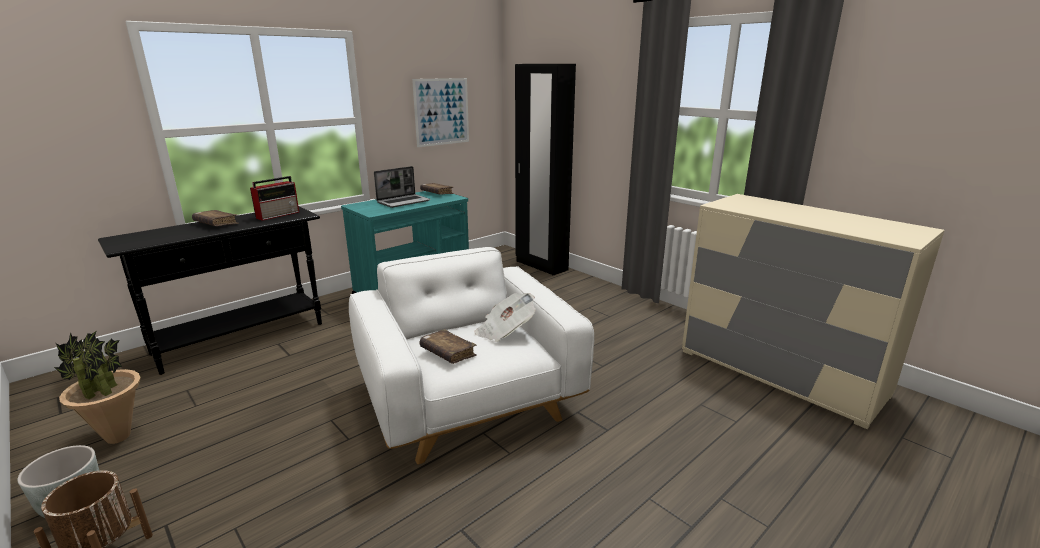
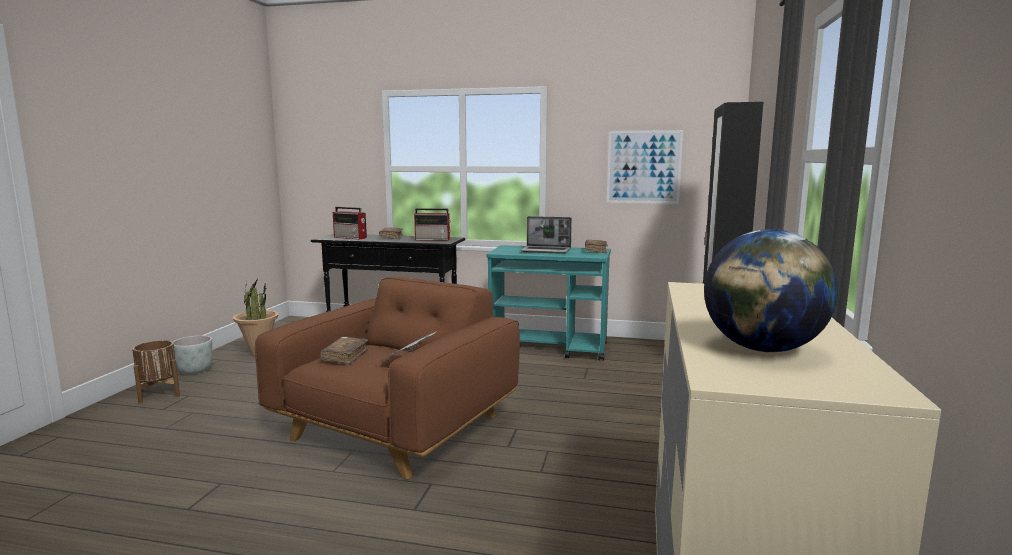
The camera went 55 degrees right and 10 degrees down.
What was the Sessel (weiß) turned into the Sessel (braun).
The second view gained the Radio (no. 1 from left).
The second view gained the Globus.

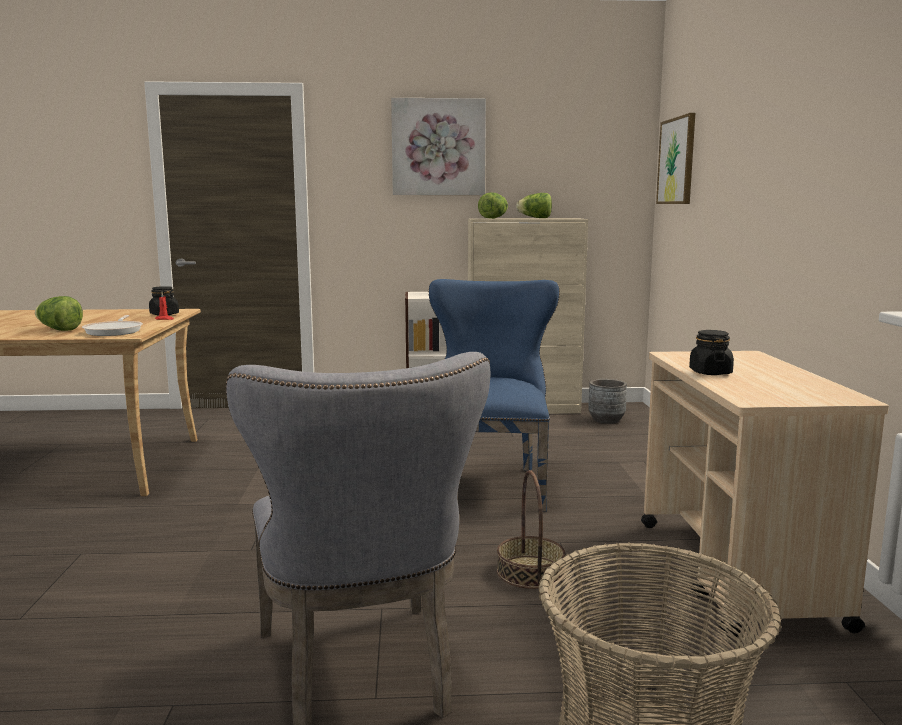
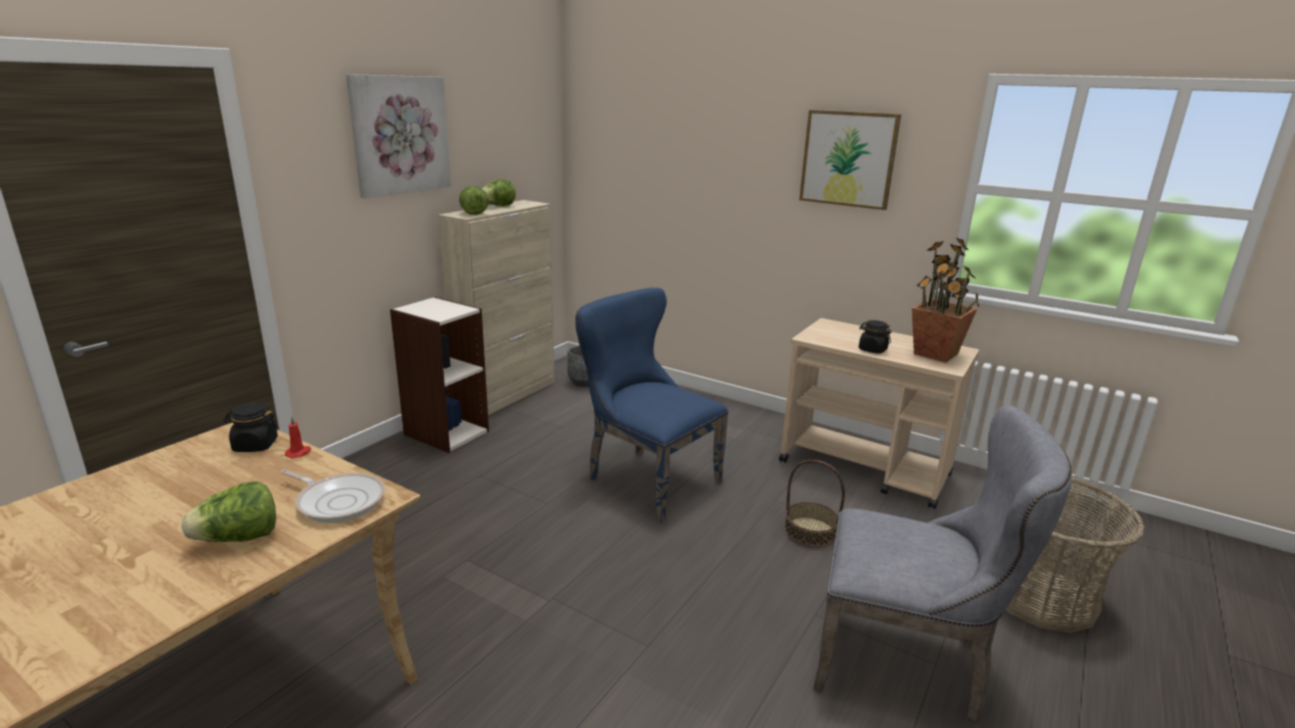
The camera went 55 degrees left and 10 degrees up.
The Bild (no. 2 from left) ended up elsewhere.
The second view gained the Topfpflanze.

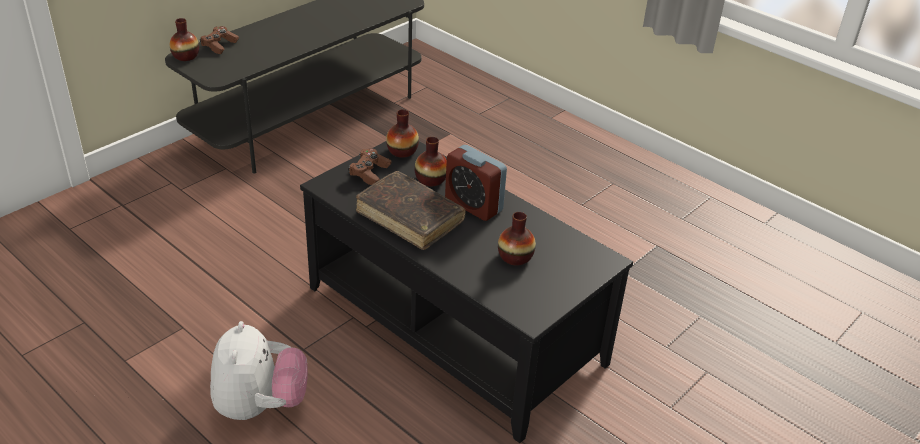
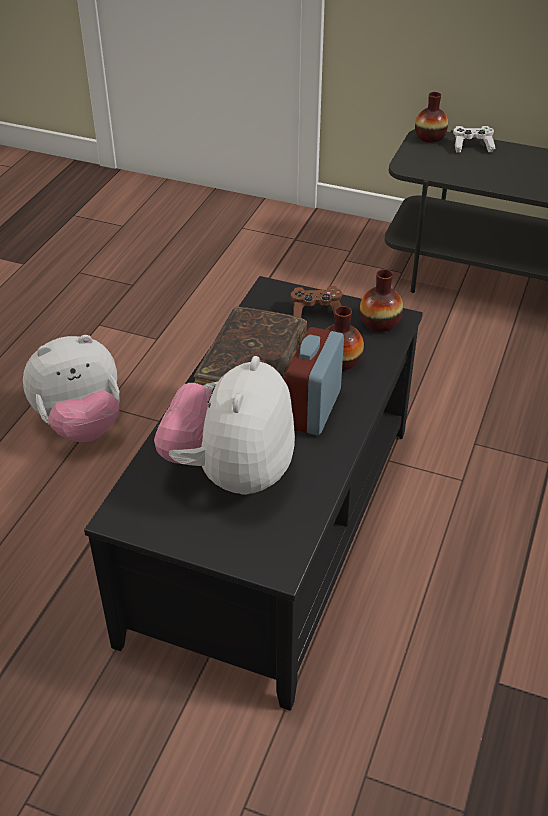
The camera went 70 degrees right and 5 degrees up.
Where the Vase (no. 4 from left) stood, the Plüschtier (no. 2 from left) came to stand.
What was the Gamepad (braun) (no. 1 from left) turned into the Gamepad (weiß).

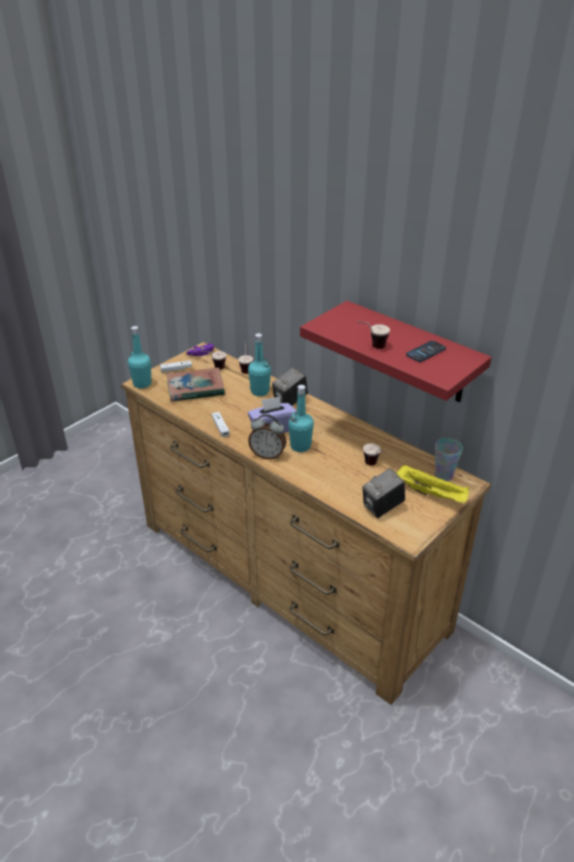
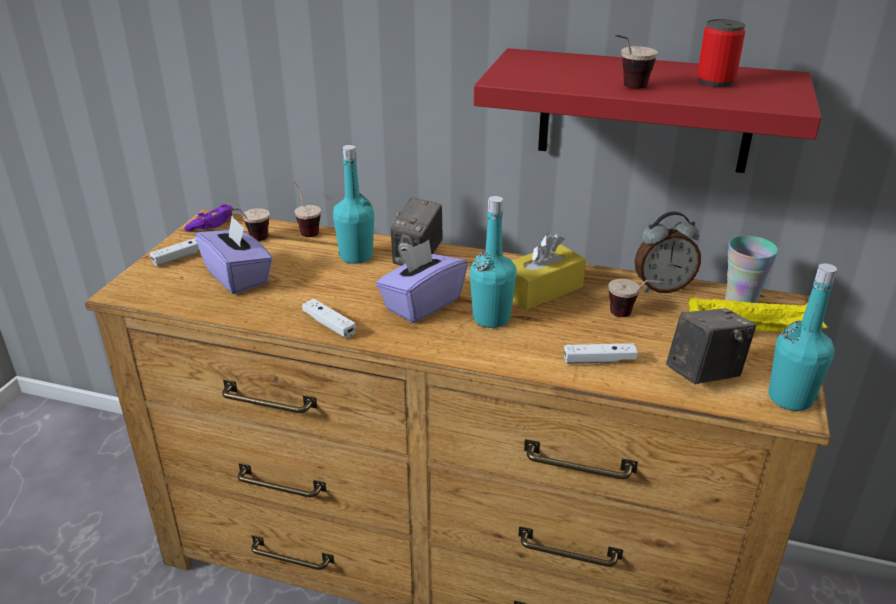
The camera went 25 degrees left and 5 degrees down.
Where the Buch stood, the Taschentuchbox (lila) (no. 1 from left) came to stand.
The second view gained the Taschentuchbox (gelb).
The second view gained the Gamepad (weiß) (no. 3 from left).
The Wecker ended up elsewhere.
The Kamera (no. 2 from left) ended up facing another way, 150 degrees counterclockwise from before.
Where the Handy stood, the Dose came to stand.
The Flasche (türkis) (no. 1 from left in the first image) ended up elsewhere.

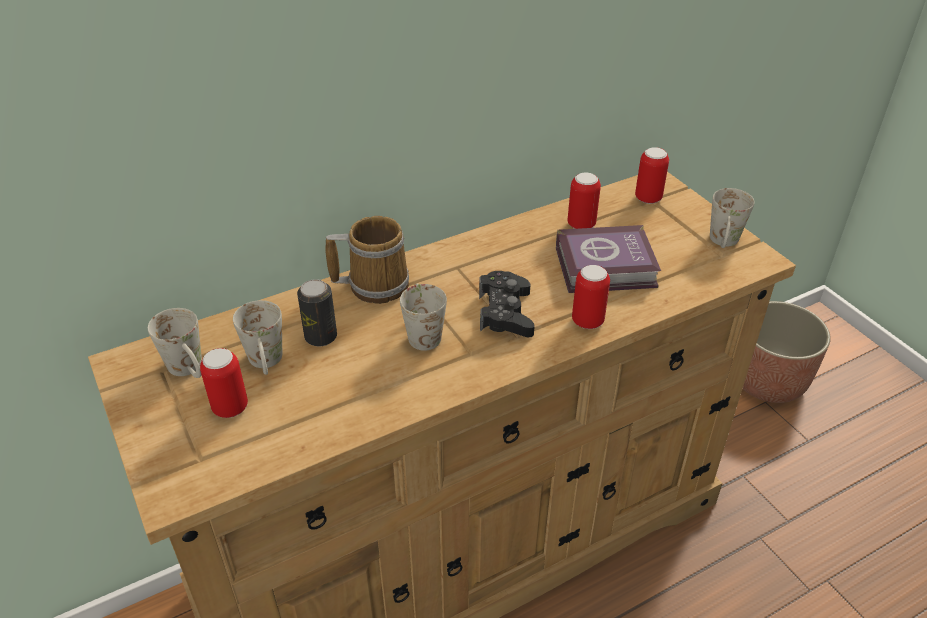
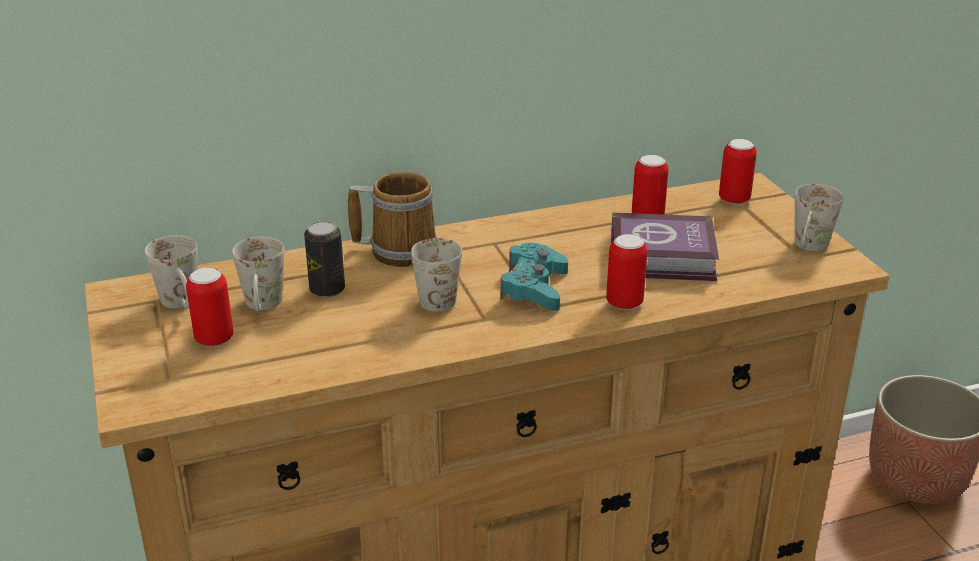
The camera went 10 degrees right and 10 degrees down.
What was the Gamepad (schwarz) turned into the Gamepad (türkis).

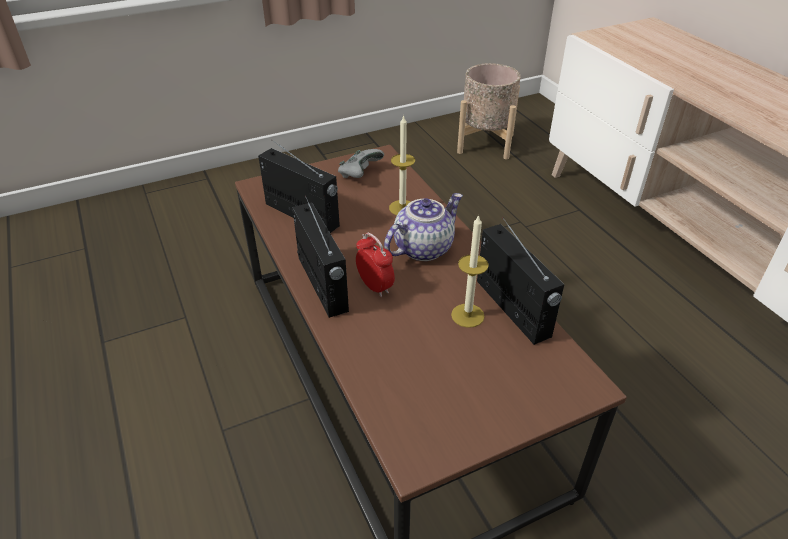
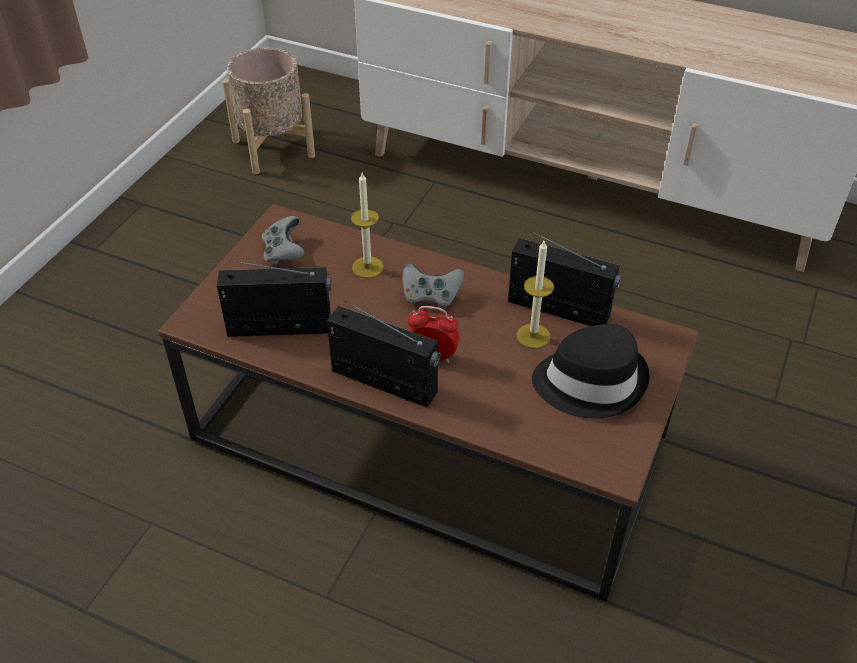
The camera went 40 degrees left and 5 degrees up.
Where the Teekanne stood, the Gamepad (grau) (no. 2 from left) came to stand.
The second view gained the Hut (schwarz).

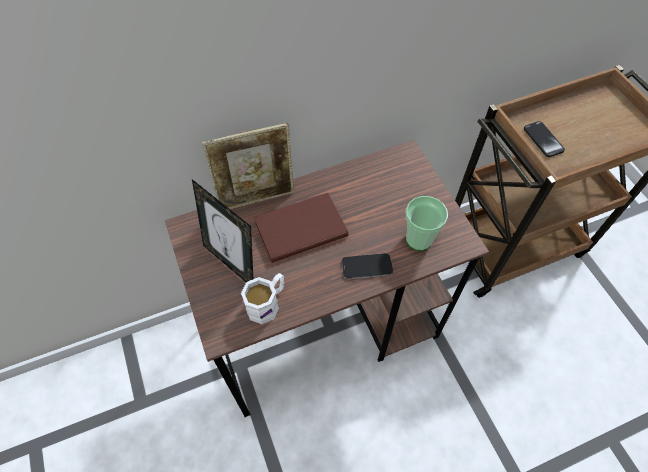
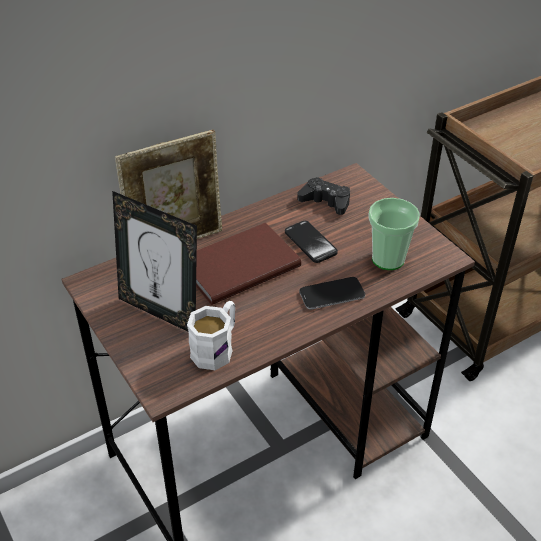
The camera went 10 degrees left and 15 degrees down.
The Handy (no. 2 from left in the first image) ended up elsewhere.
The second view gained the Gamepad (schwarz).

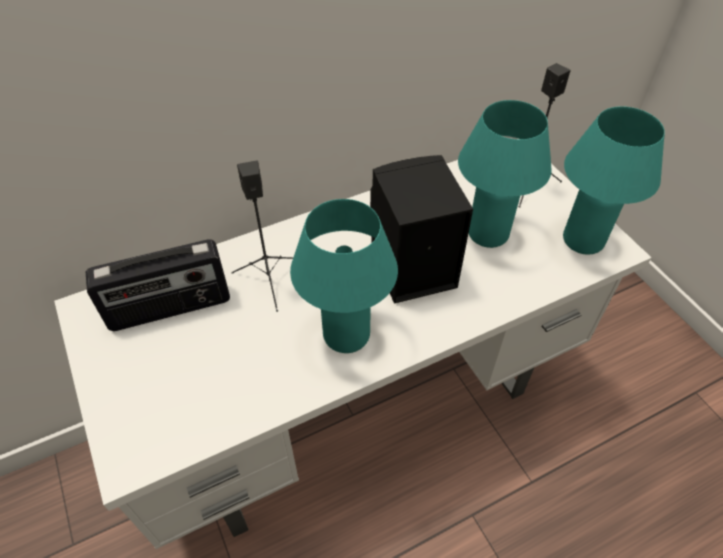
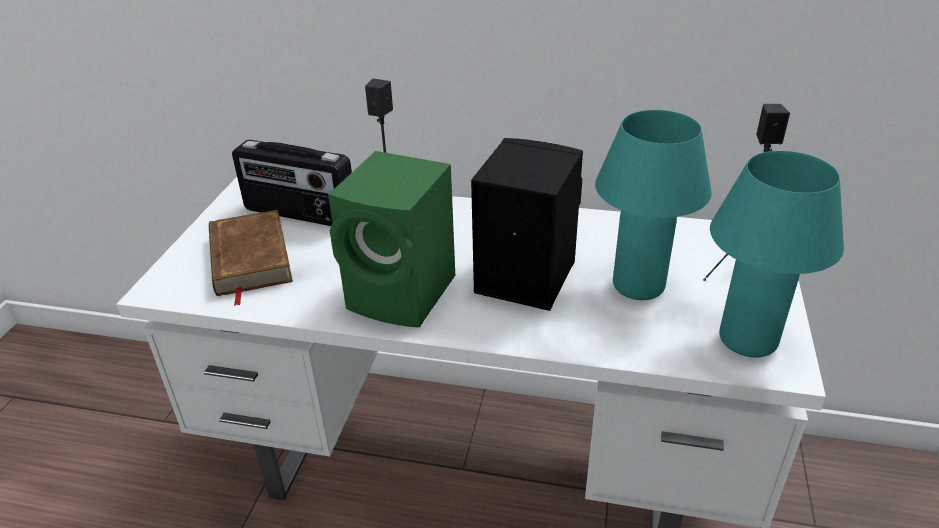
The camera went 40 degrees right and 15 degrees down.
The second view gained the Buch (braun).
Where the Tischlampe (türkis) (no. 1 from left) stood, the Lautsprecher (grün) came to stand.

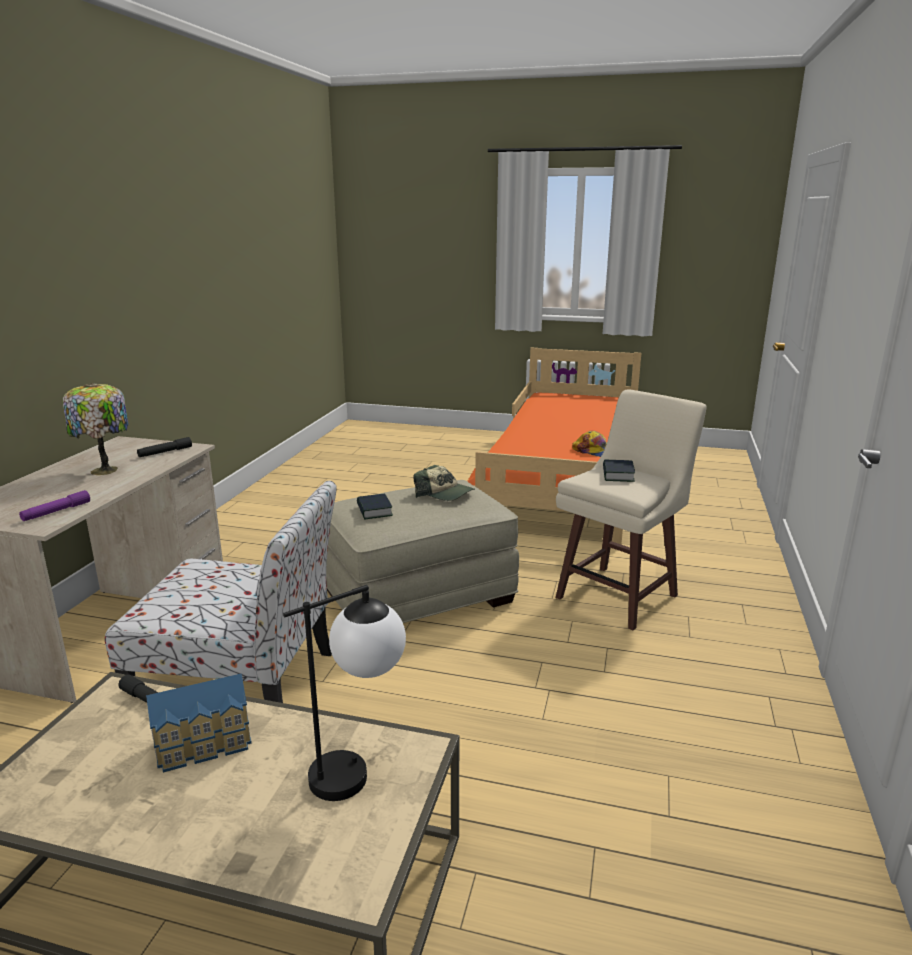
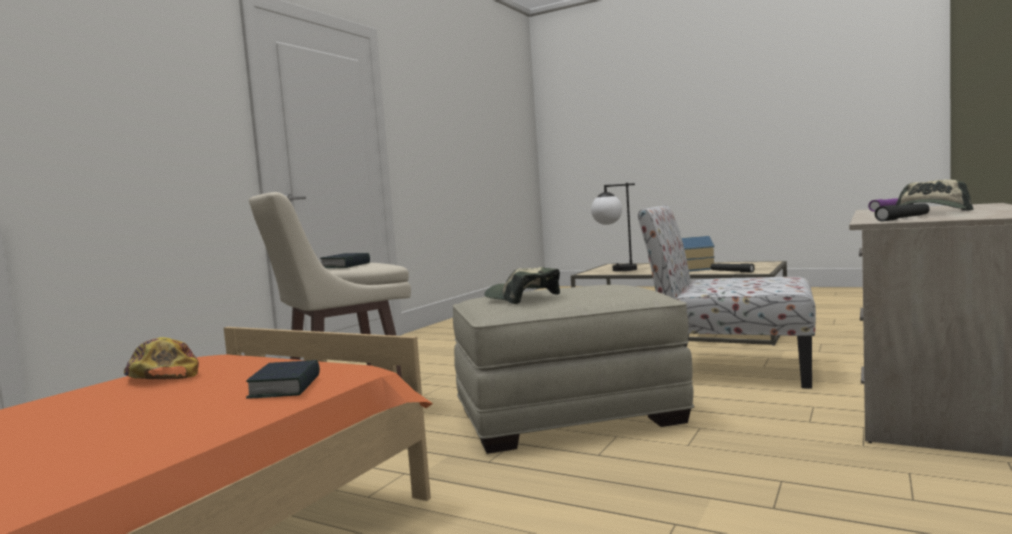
The camera went 165 degrees left and 15 degrees down.
The Buch (no. 1 from left) ended up elsewhere.
Where the Tischlampe (no. 1 from left) stood, the Kappe (no. 3 from left) came to stand.

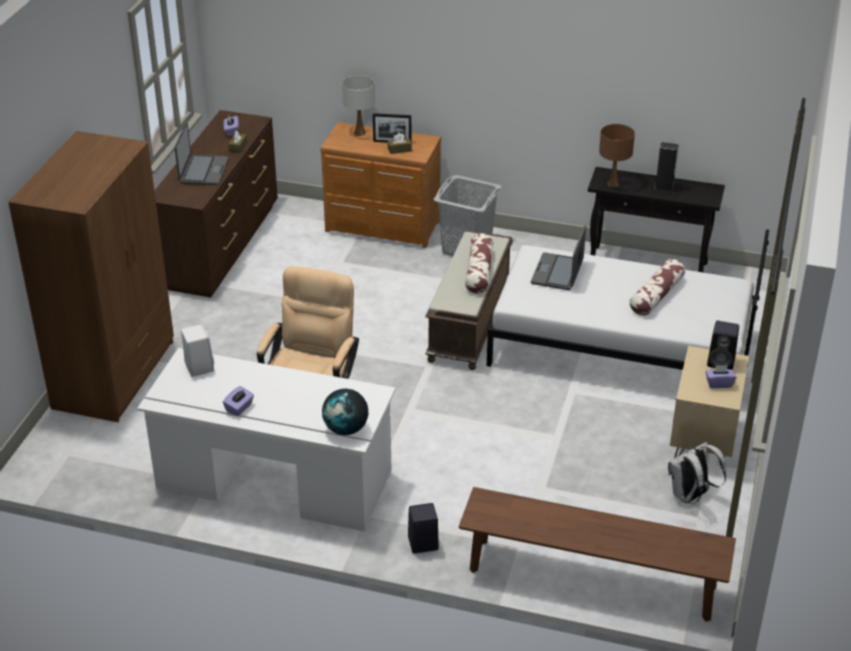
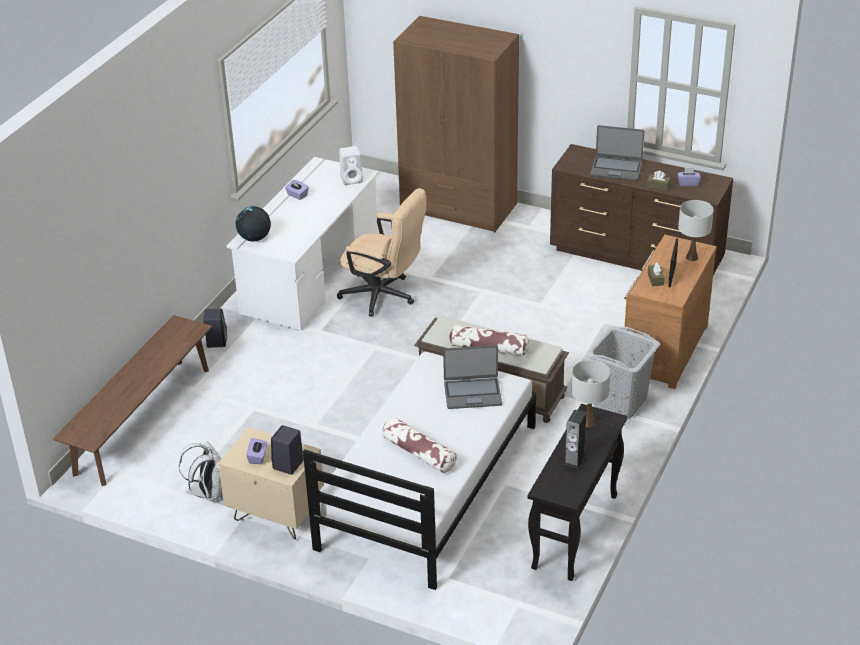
The camera went 100 degrees right and 0 degrees up.
The Laptop (no. 2 from left in the first image) ended up facing another way, 150 degrees clockwise from before.
What was the Tischlampe (braun) turned into the Tischlampe (weiß) (no. 1 from left).

